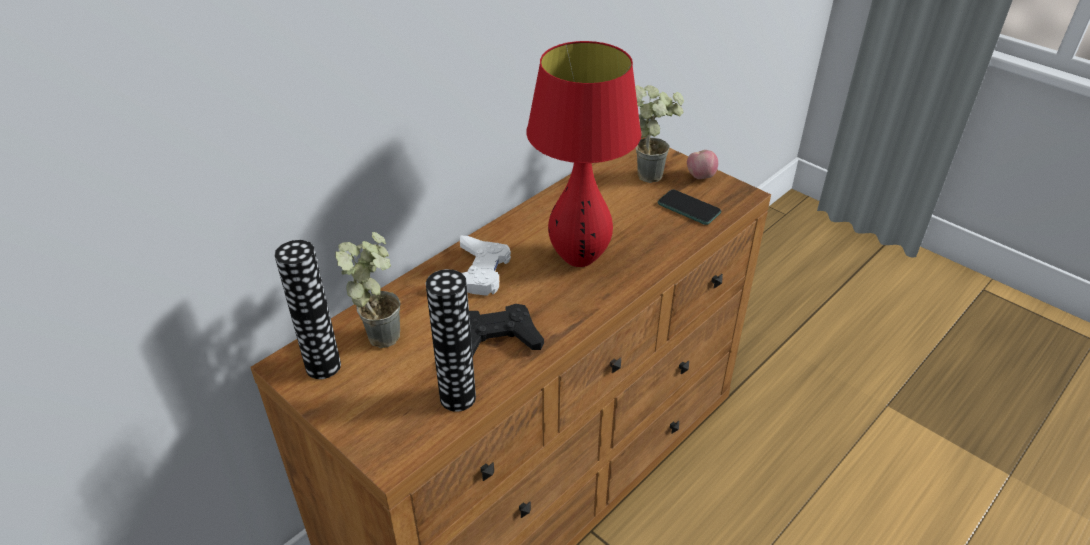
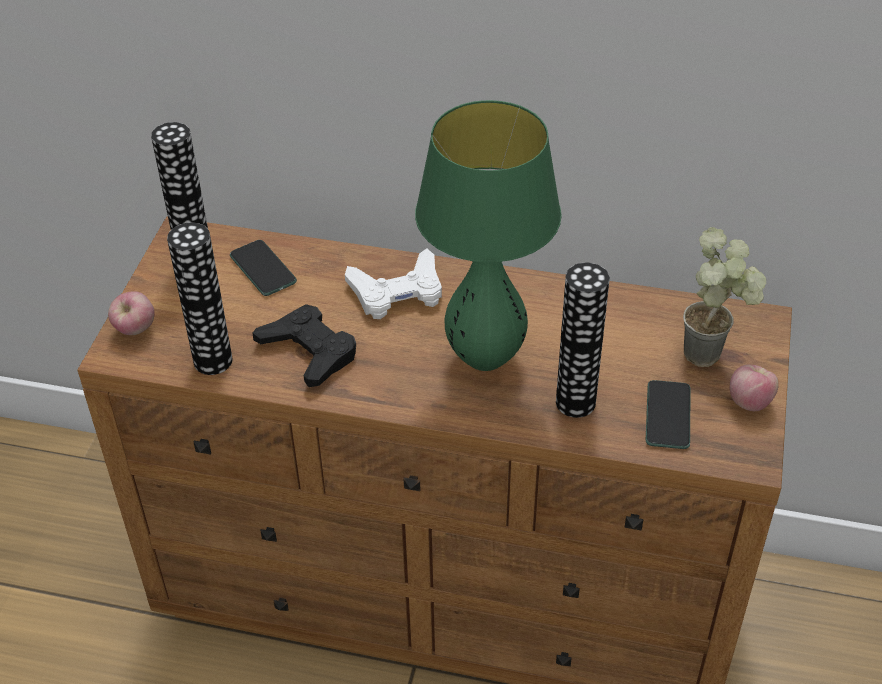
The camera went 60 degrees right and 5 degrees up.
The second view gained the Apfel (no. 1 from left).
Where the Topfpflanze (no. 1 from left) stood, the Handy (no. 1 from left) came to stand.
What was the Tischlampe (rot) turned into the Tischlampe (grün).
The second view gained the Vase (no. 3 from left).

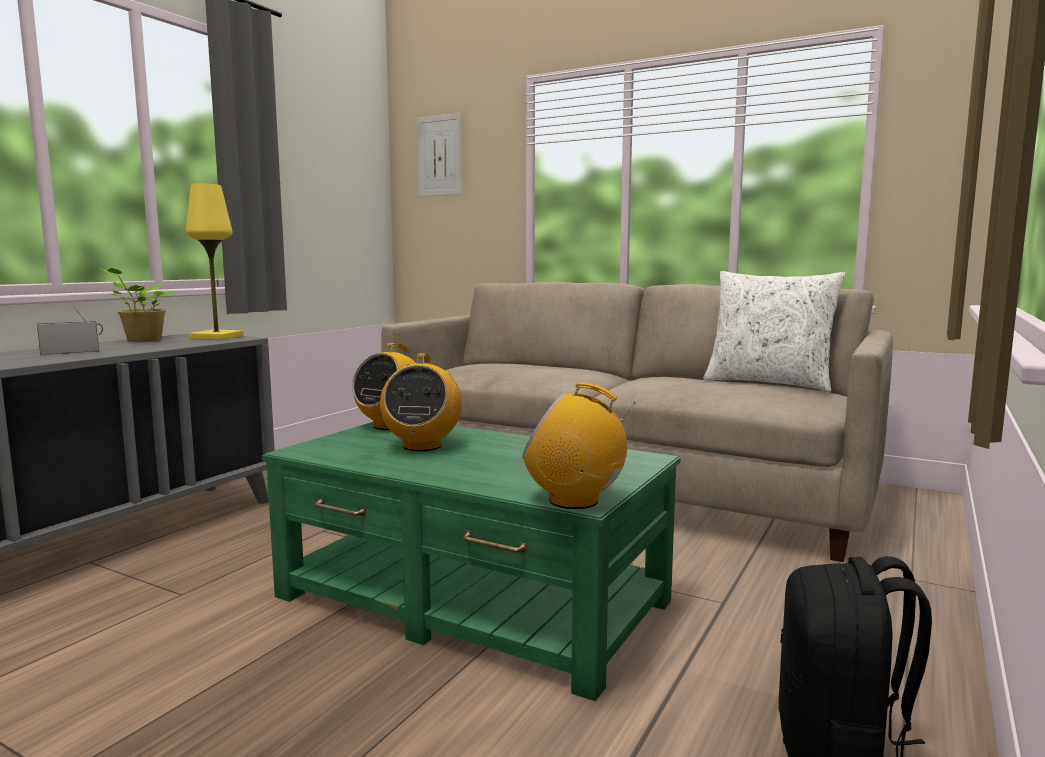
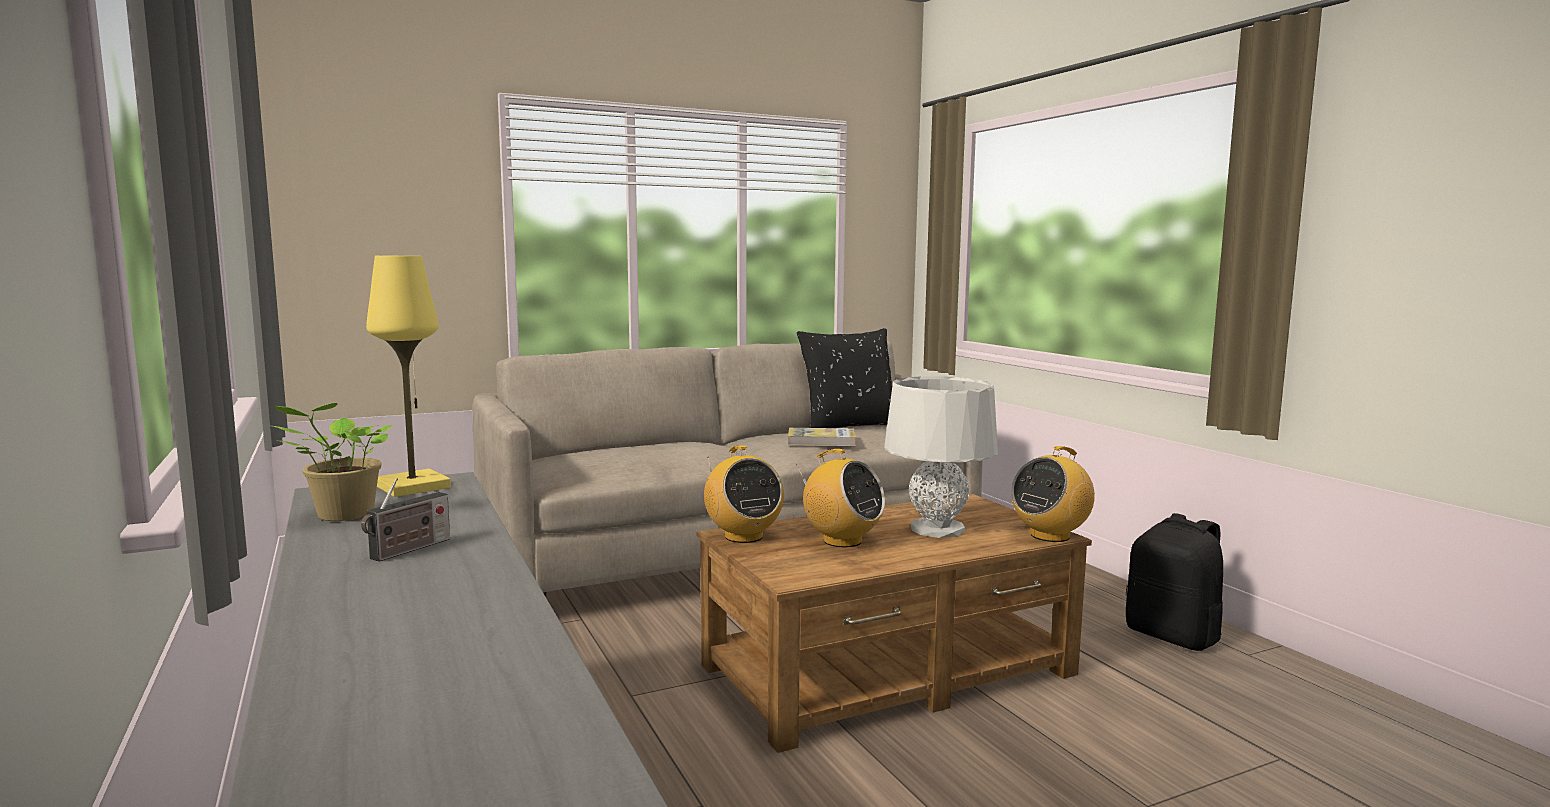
The camera went 55 degrees left and 0 degrees up.
The Radio (no. 1 from left) ended up facing another way, 150 degrees counterclockwise from before.
What was the Couchtisch (grün) turned into the Couchtisch (braun).
The second view gained the Buch.
What was the Kissen (weiß) turned into the Kissen (schwarz).
The second view gained the Tischlampe (grau).
The second view lost the Bild.

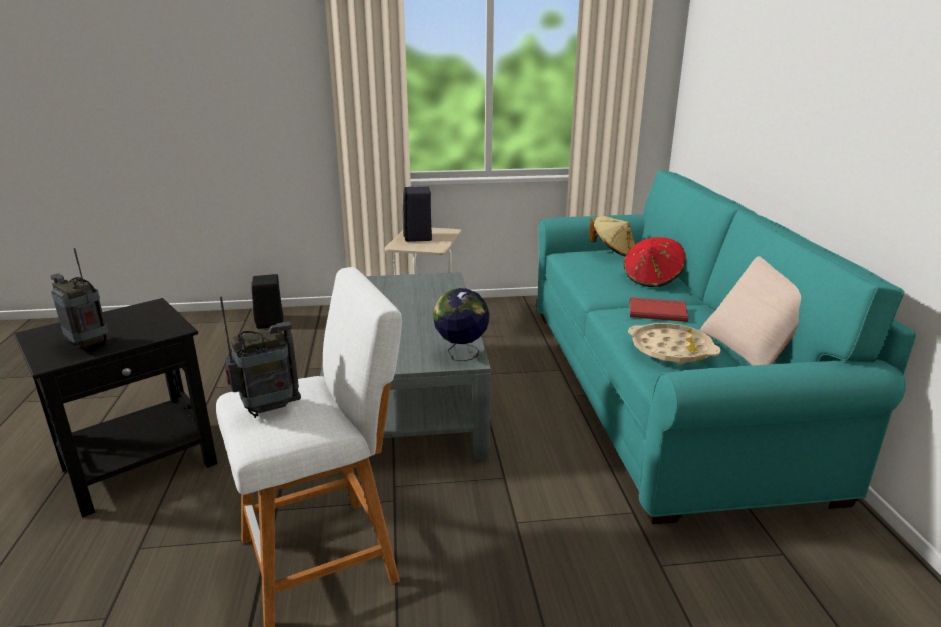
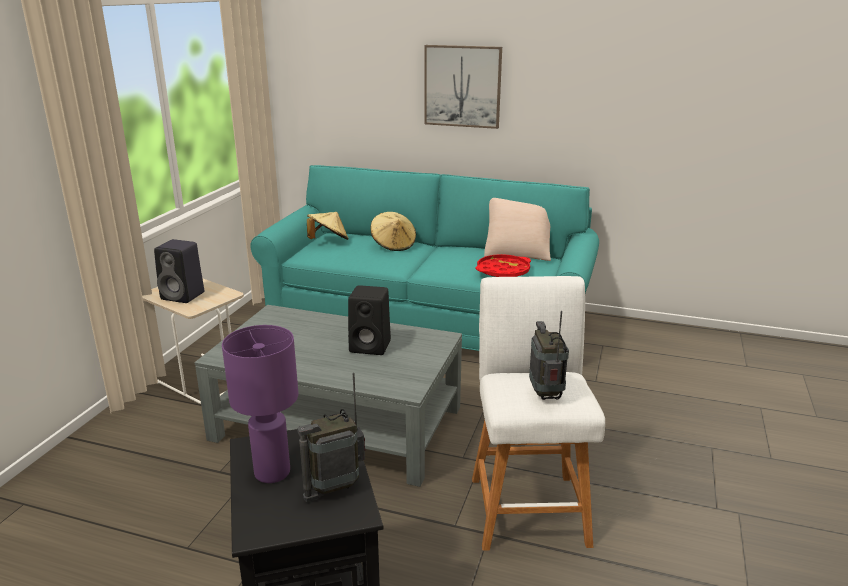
The camera went 65 degrees left and 0 degrees up.
The second view gained the Tischlampe (lila).
The Lautsprecher (schwarz) (no. 1 from left in the first image) ended up elsewhere.
What was the Hut (rot) turned into the Hut (beige) (no. 2 from left).
The second view gained the Bild.
What was the Tablett (beige) turned into the Tablett (rot).
The second view lost the Globus.
The second view lost the Buch (rot).

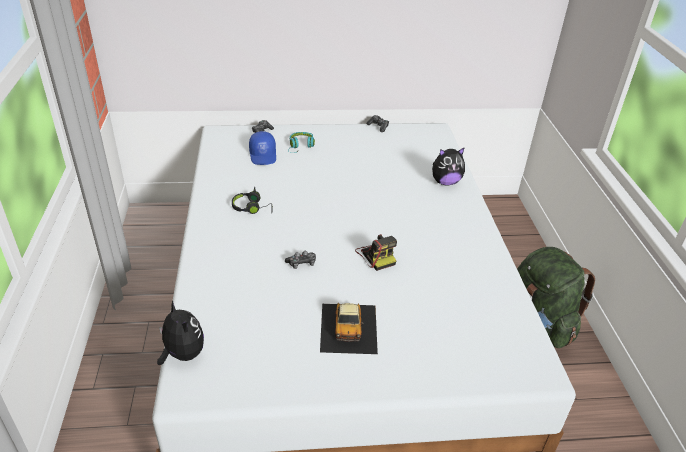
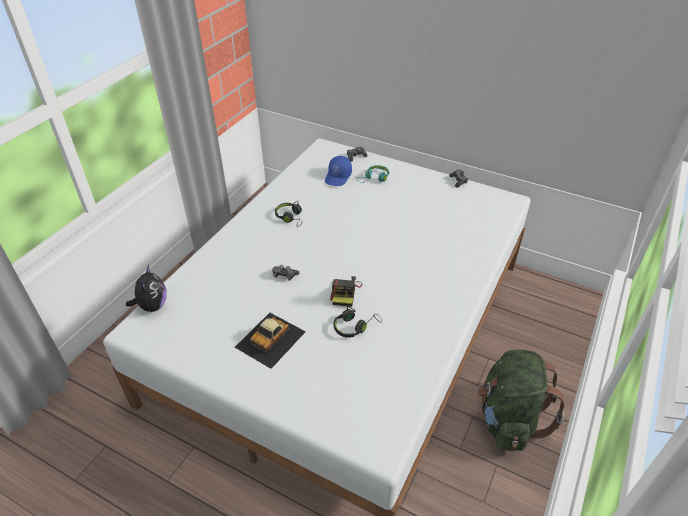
The camera went 35 degrees right and 5 degrees up.
The second view gained the Kopfhörer (schwarz) (no. 2 from left).
The second view lost the Plüschtier (no. 2 from left).

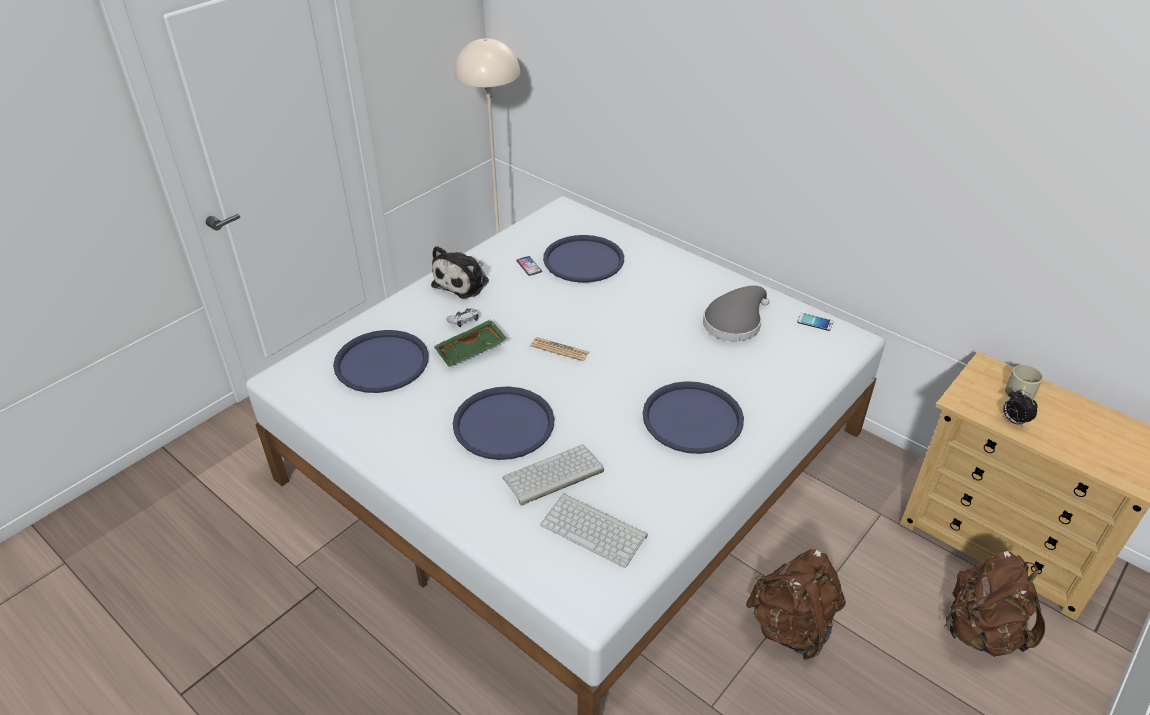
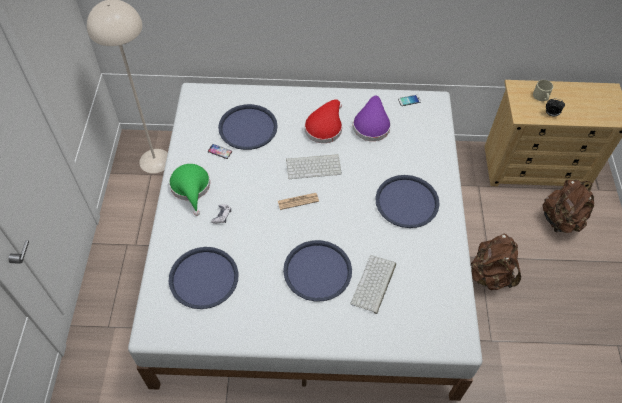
The camera went 40 degrees left and 15 degrees up.
Where the Plüschtier stood, the Hut (grün) came to stand.
The Tastatur (no. 2 from left in the first image) ended up elsewhere.
The second view gained the Hut (rot).
What was the Hut (grau) turned into the Hut (lila).
The second view lost the Tablett (grün).

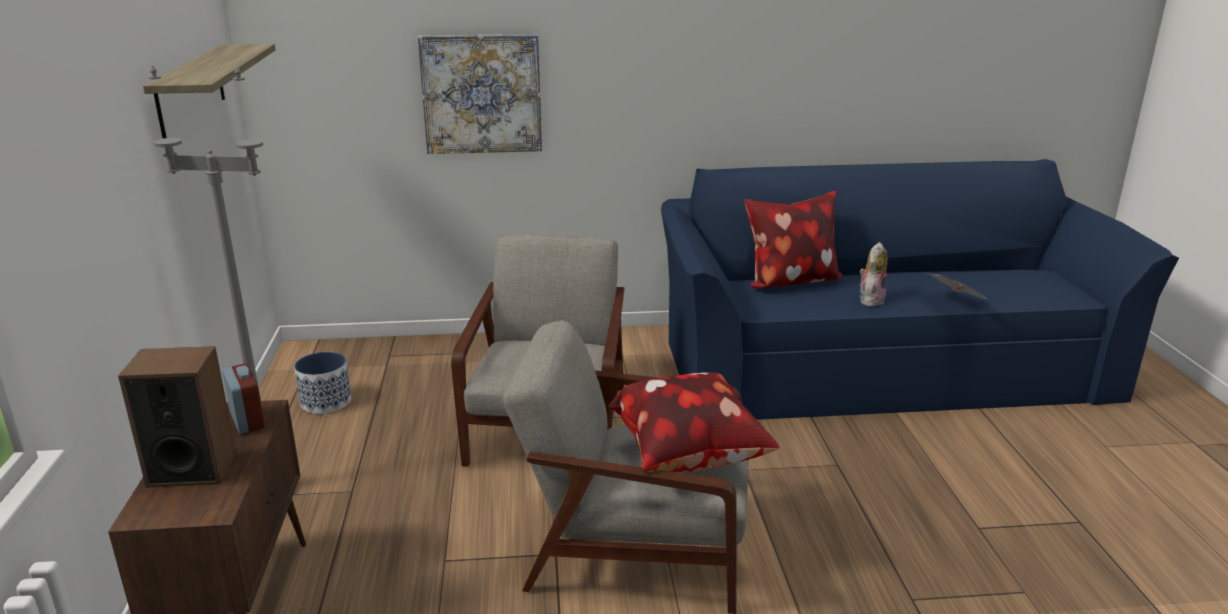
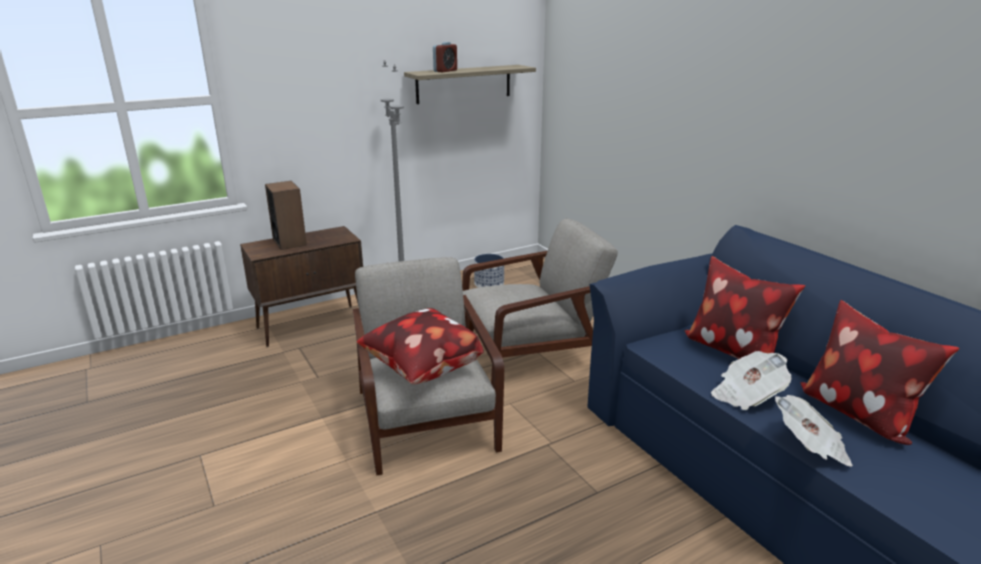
The camera went 65 degrees right and 0 degrees up.
The Wecker ended up elsewhere.
Where the Plüschtier stood, the Zeitung (no. 1 from left) came to stand.
The second view gained the Kissen (no. 3 from left).
The second view lost the Bild.

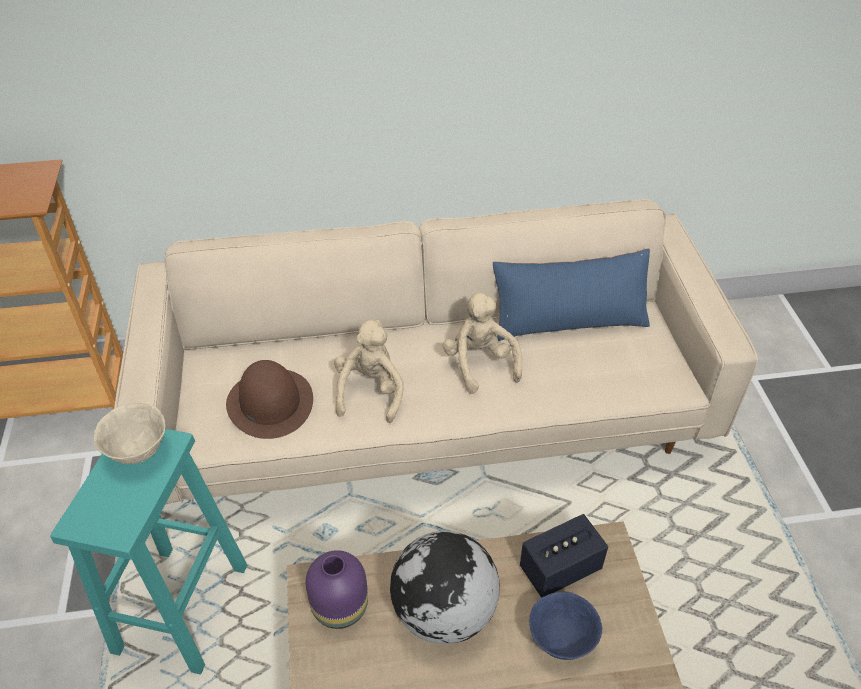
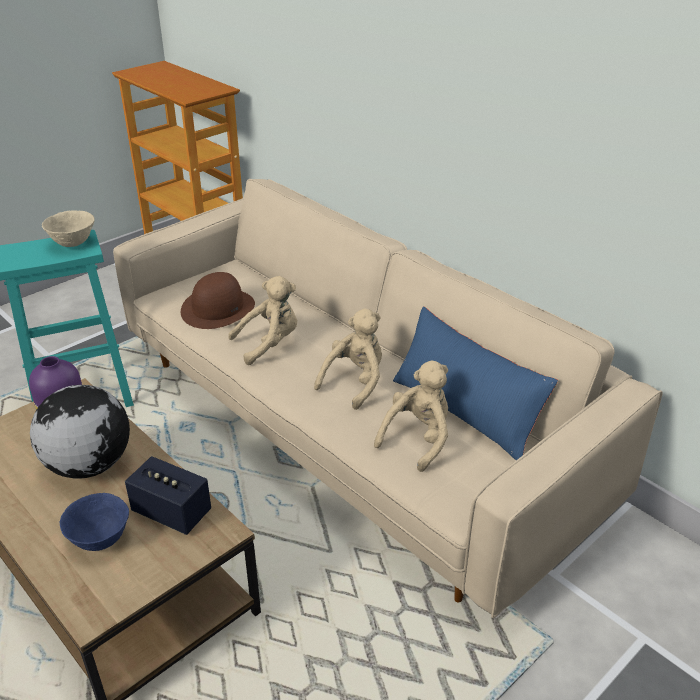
The camera went 55 degrees right and 10 degrees down.
The second view gained the Plüschtier (beige) (no. 3 from left).

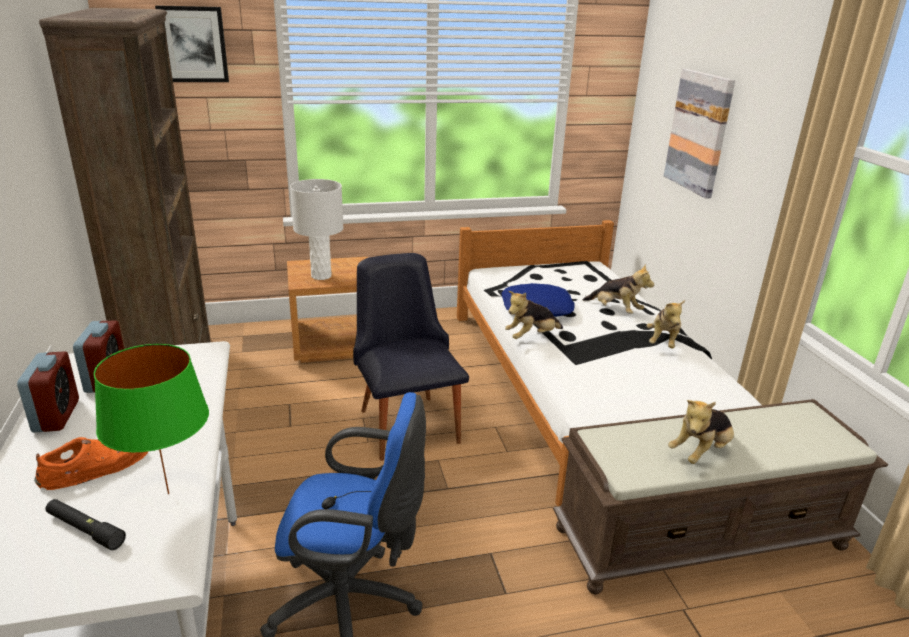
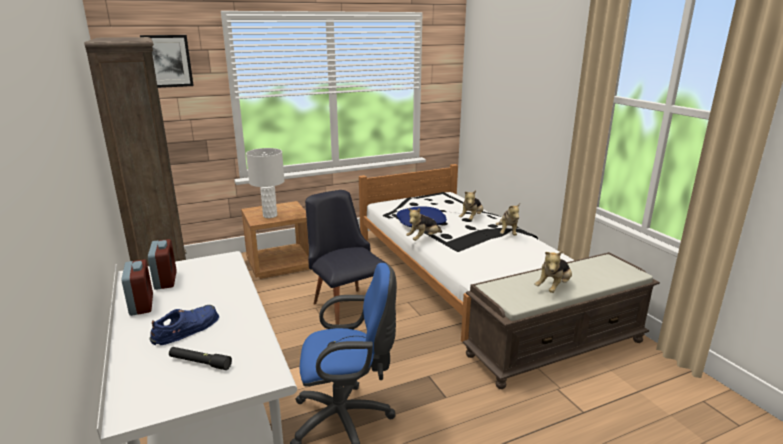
The camera went 10 degrees left and 5 degrees down.
What was the Schuh (orange) turned into the Schuh (blau).
The Plüschtier (no. 2 from left) ended up facing another way, 90 degrees clockwise from before.
The second view lost the Tischlampe (grün).
The second view lost the Bild (no. 2 from left).

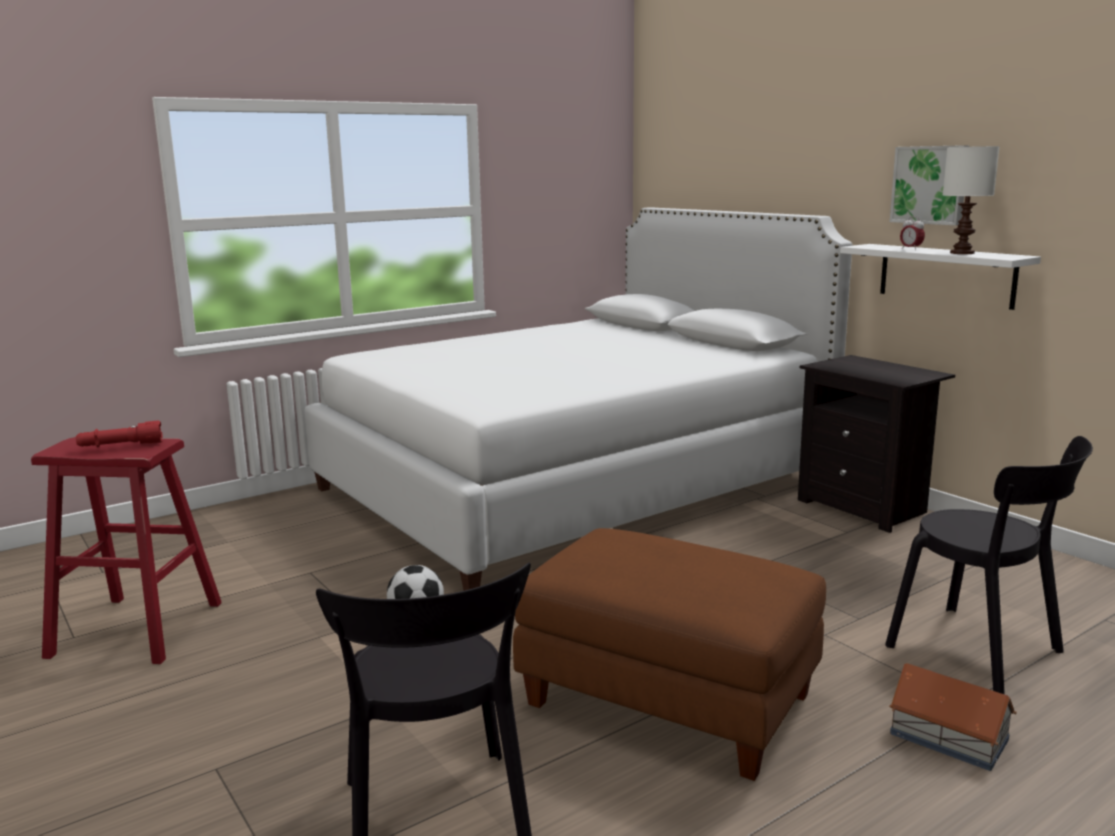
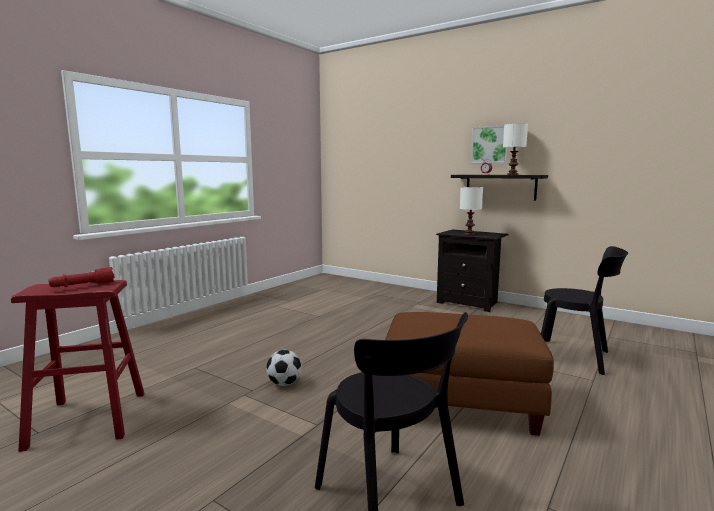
The camera went 20 degrees left and 5 degrees down.
What was the Wandregal (weiß) turned into the Wandregal (schwarz).
The second view gained the Tischlampe (weiß) (no. 1 from left).
The second view lost the Bett (weiß).
The second view lost the Spielzeughaus.

